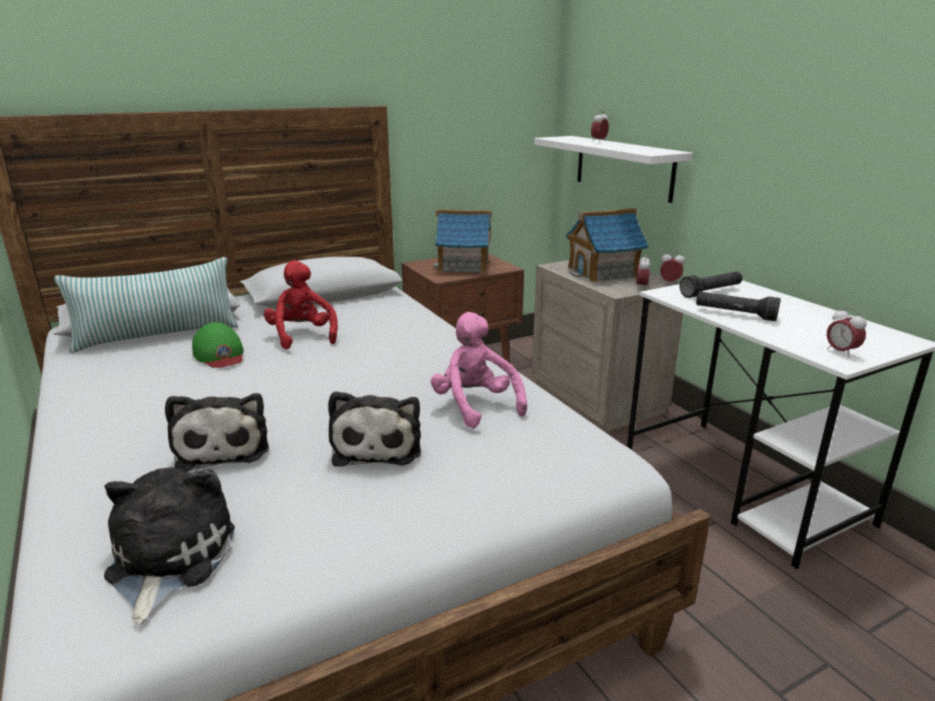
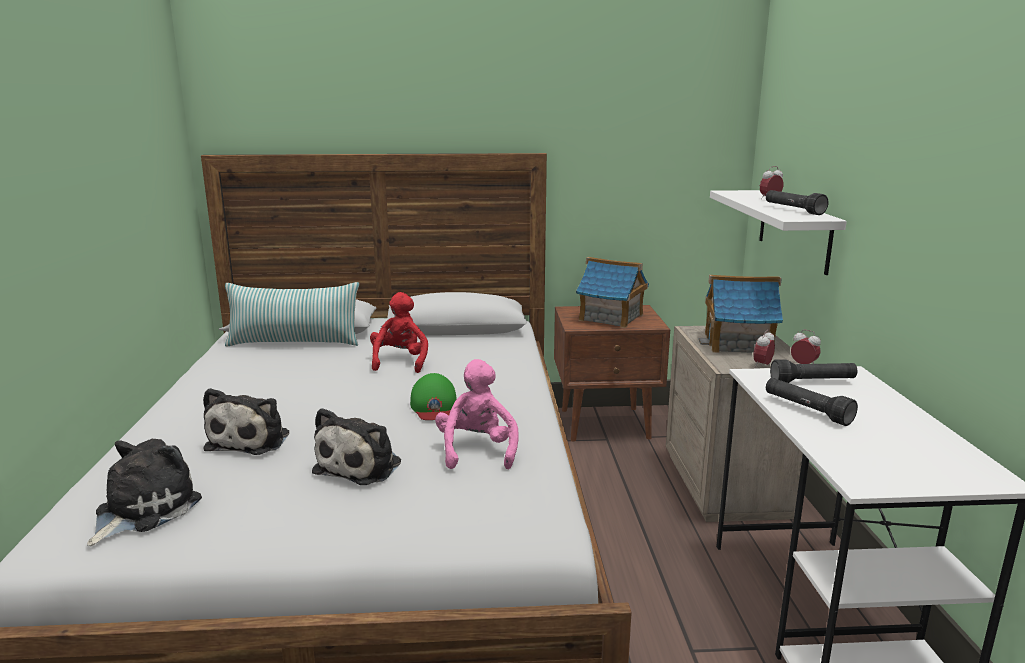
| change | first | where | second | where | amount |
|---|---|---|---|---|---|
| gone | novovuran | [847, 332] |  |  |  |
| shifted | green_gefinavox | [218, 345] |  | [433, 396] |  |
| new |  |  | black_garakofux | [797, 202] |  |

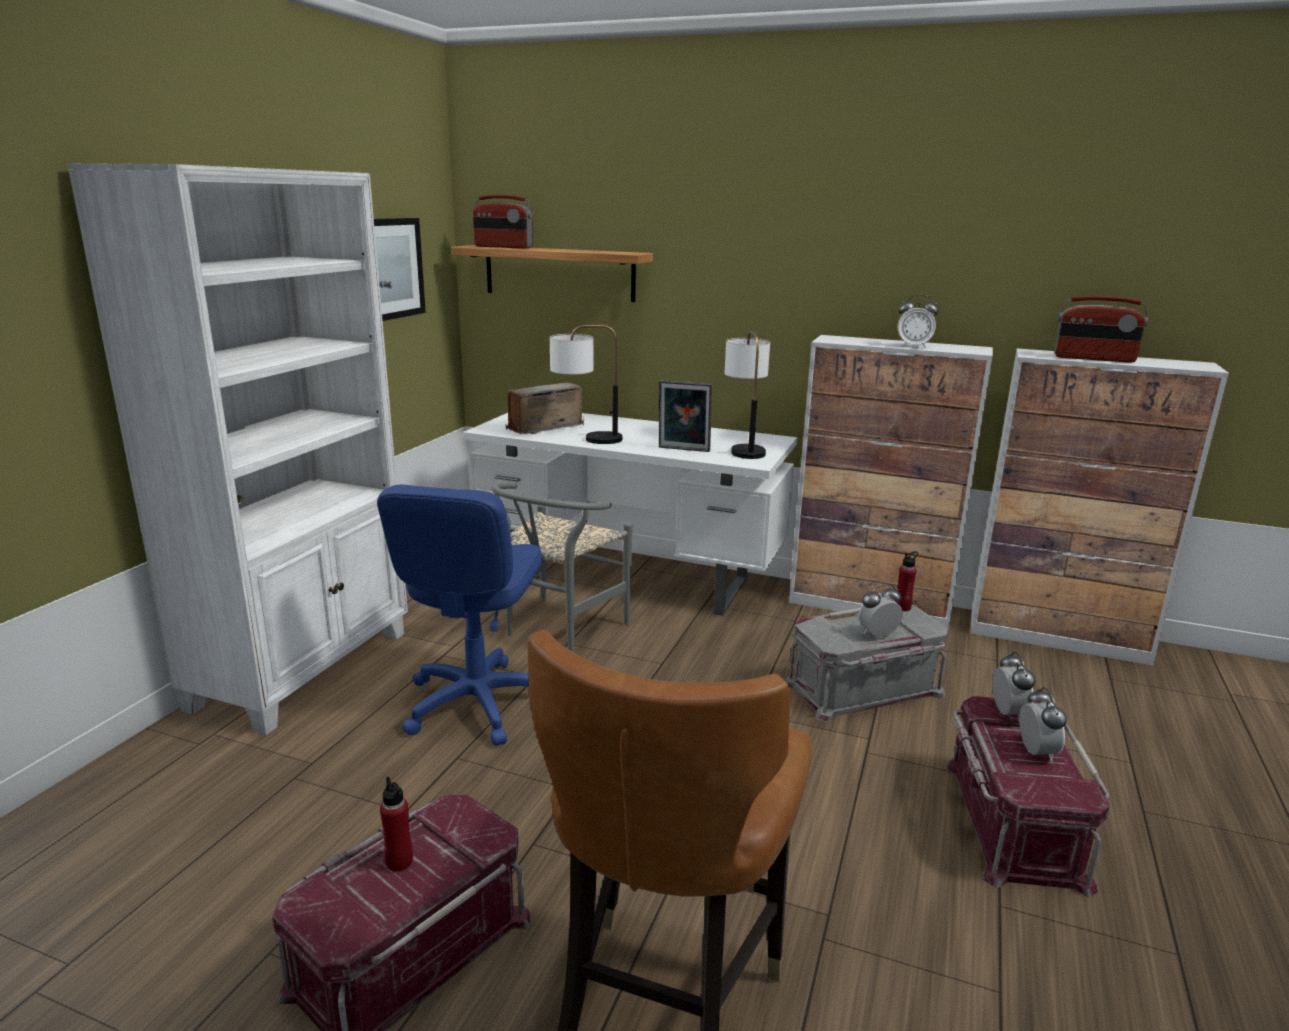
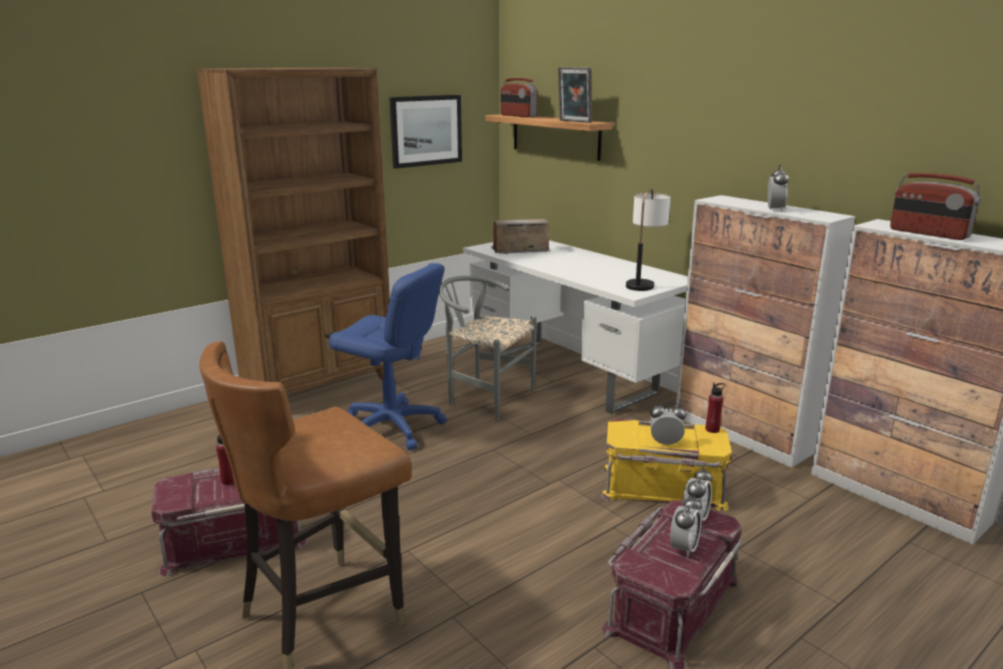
| change | first | where | second | where | amount |
|---|---|---|---|---|---|
| repainted | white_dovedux | [237, 449] | brown_dovedux | [295, 231] |  |
| rotated | novovuran | [918, 321] |  | [778, 188] | 120 degrees counterclockwise |
| gone | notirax | [586, 384] |  |  |  |
| shifted | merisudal | [685, 416] |  | [575, 95] |  |
| rotated | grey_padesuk | [561, 567] |  | [488, 349] | 60 degrees clockwise |
| rotated | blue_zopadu | [460, 615] |  | [388, 356] | 105 degrees counterclockwise |
| repainted | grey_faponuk | [866, 664] | yellow_faponuk | [666, 465] |  |

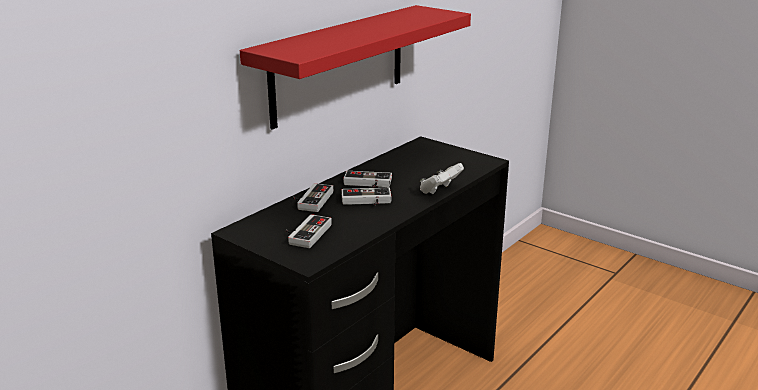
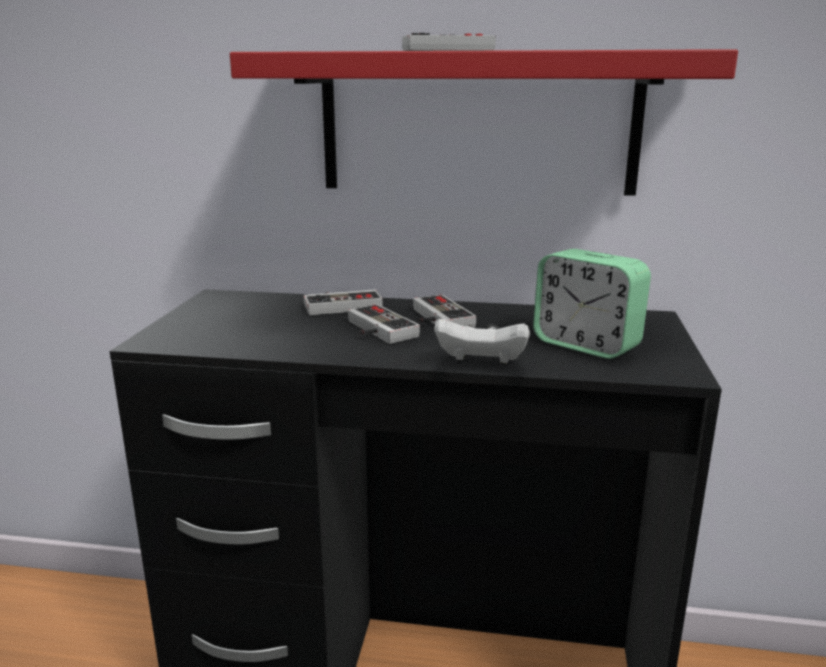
| change | first | where | second | where | amount |
|---|---|---|---|---|---|
| shifted | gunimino | [309, 231] |  | [449, 42] |  |
| new |  |  | novovuran | [592, 304] |  |

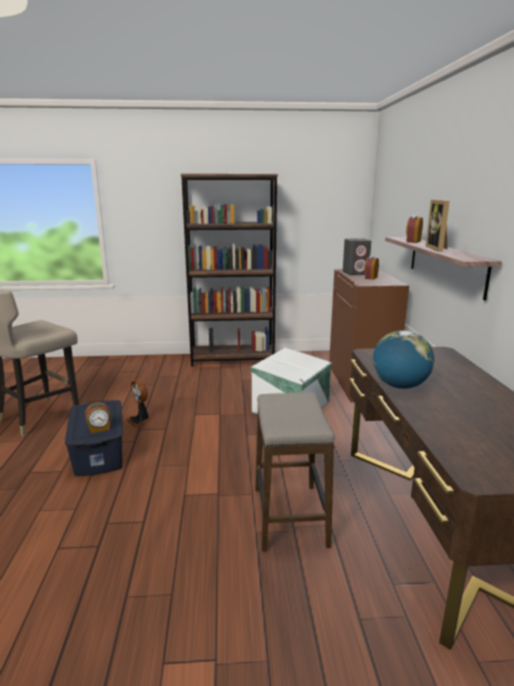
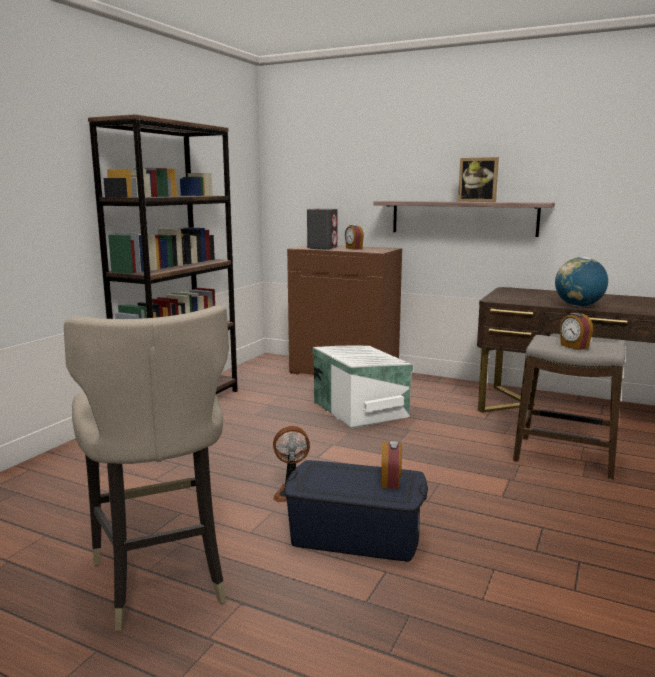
| change | first | where | second | where | amount |
|---|---|---|---|---|---|
| shifted | novovuran | [414, 229] |  | [576, 331] |  |

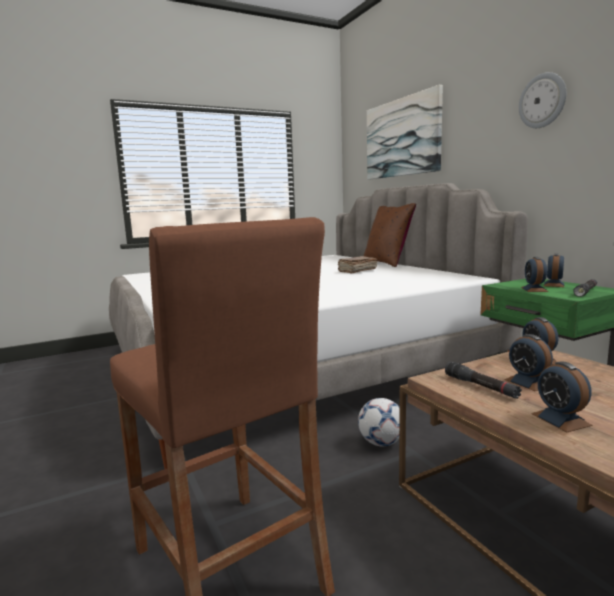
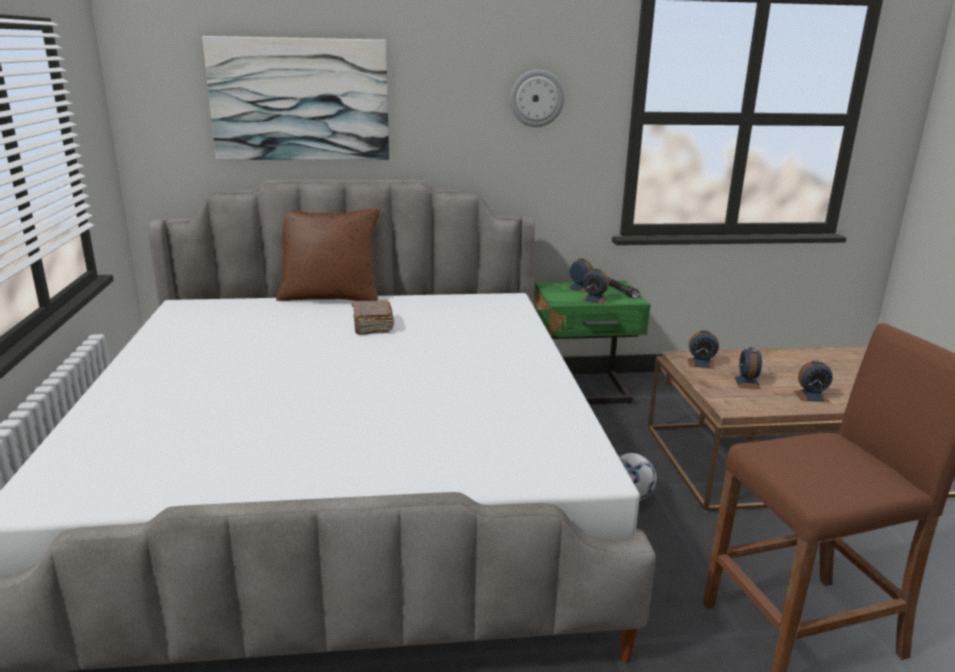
| change | first | where | second | where | amount |
|---|---|---|---|---|---|
| rotated | novovuran | [529, 362] |  | [748, 368] | 105 degrees clockwise |
| gone | black_garakofux | [483, 380] |  |  |  |

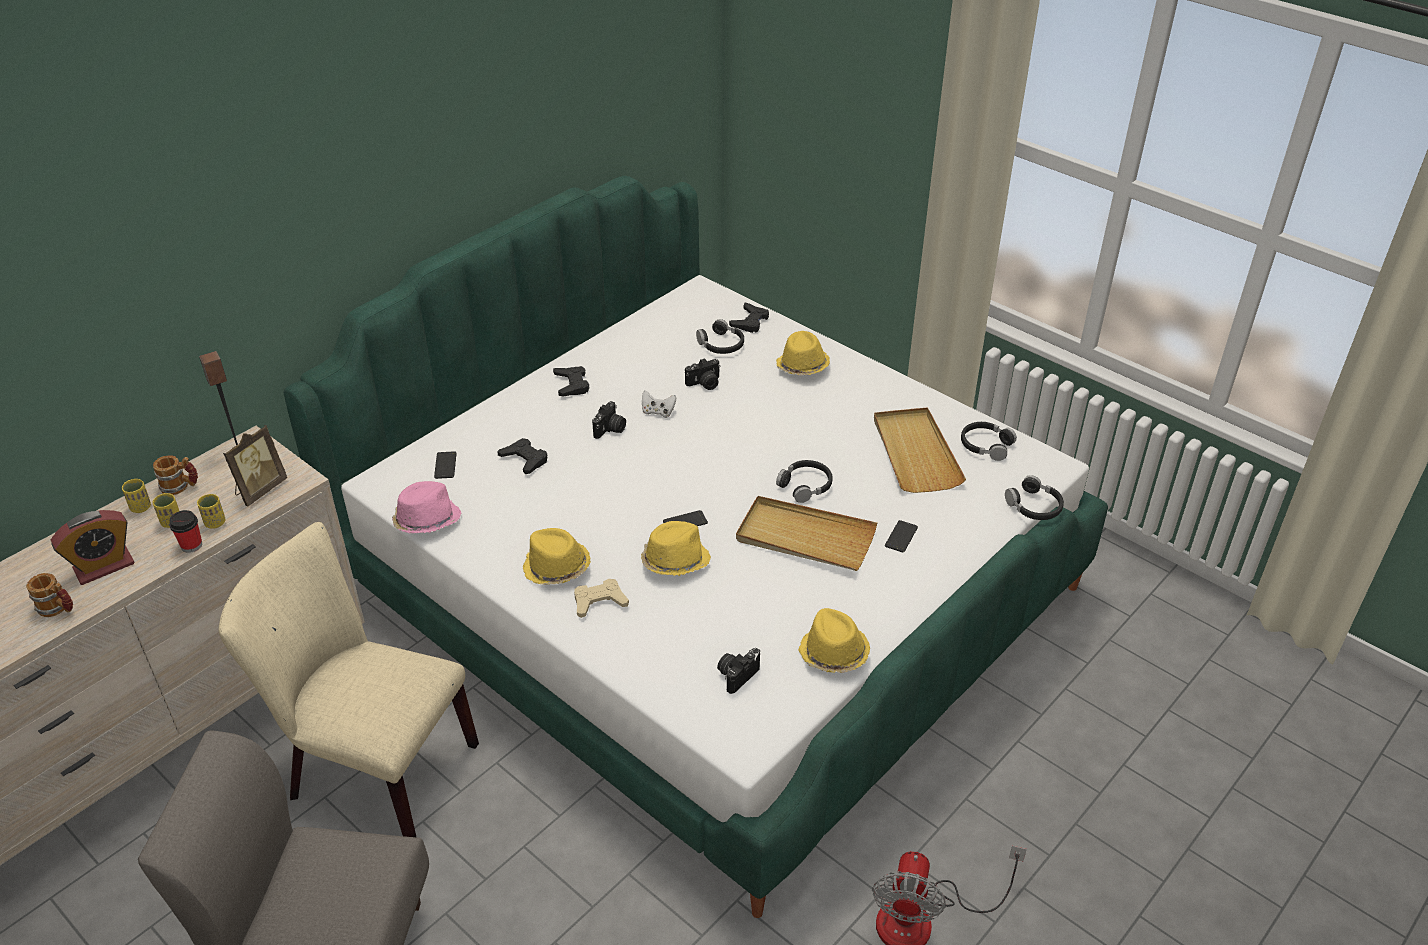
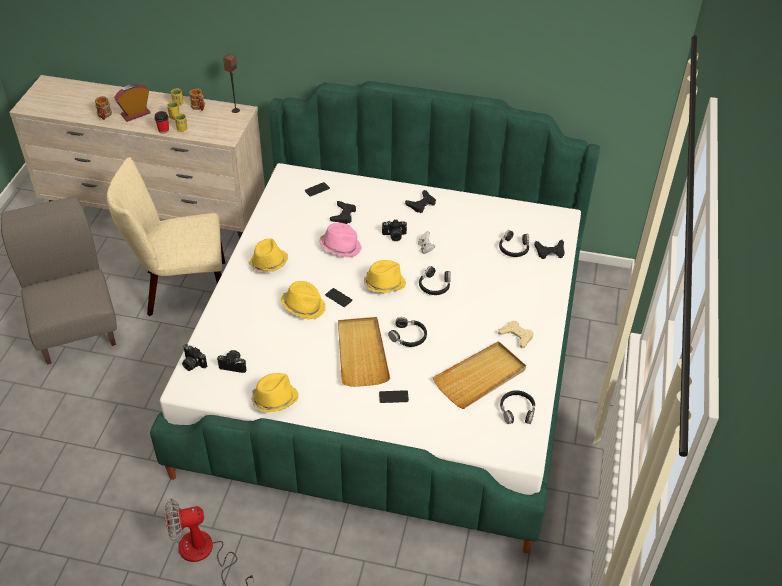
| change | first | where | second | where | amount |
|---|---|---|---|---|---|
| shifted | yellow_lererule | [803, 353] |  | [385, 276] |  |
| shifted | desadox | [702, 374] |  | [194, 357] |  |
| gone | merisudal | [255, 465] |  |  |  |
| shifted | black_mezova | [1034, 497] |  | [435, 280] |  |
| shifted | pink_lererule | [426, 507] |  | [340, 240] |  |
| rotated | novovuran | [93, 547] |  | [132, 103] | 120 degrees clockwise |
| rotated | beige_padesuk | [349, 679] |  | [166, 236] | 90 degrees counterclockwise |
| shifted | beige_gunimino | [601, 598] |  | [516, 335] |  |

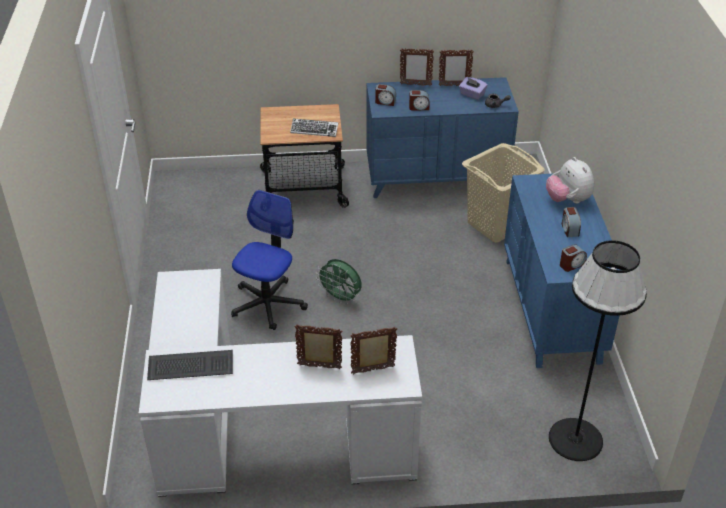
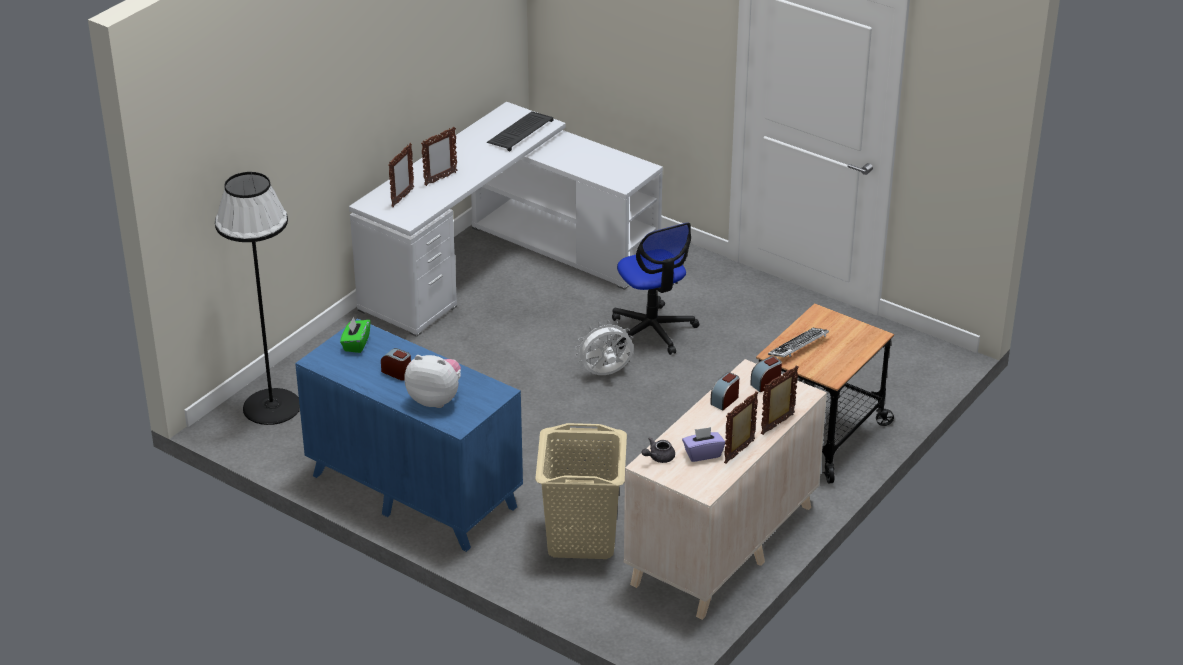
| change | first | where | second | where | amount |
|---|---|---|---|---|---|
| repainted | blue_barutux | [442, 137] | beige_barutux | [725, 489] |  |
| swapped | novovuran | [573, 258] | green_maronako | [355, 335] |  |
| repainted | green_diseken | [339, 281] | white_diseken | [604, 347] |  |

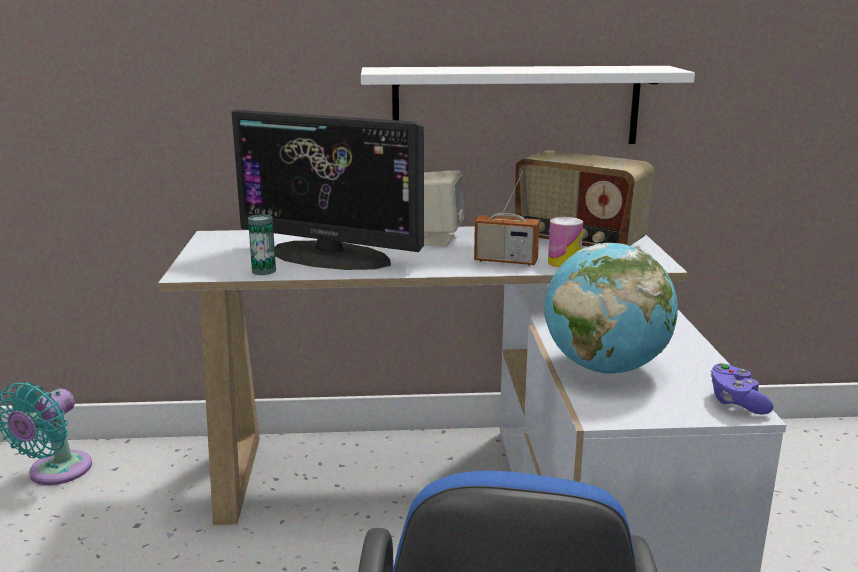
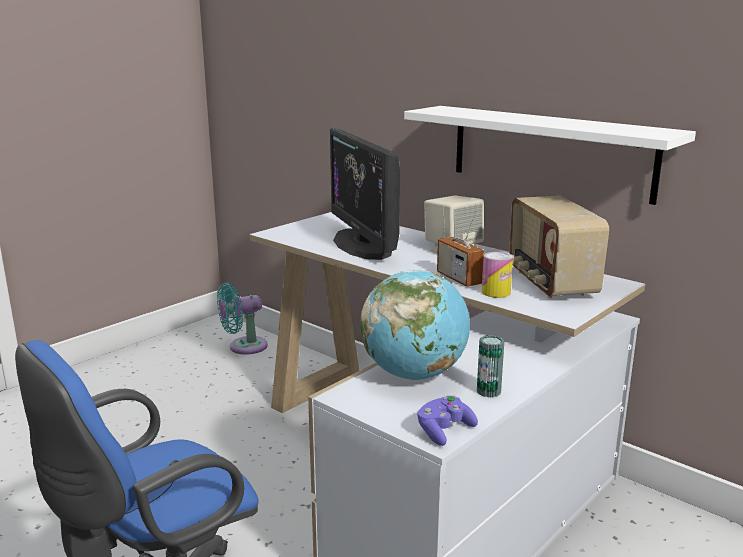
| change | first | where | second | where | amount |
|---|---|---|---|---|---|
| shifted | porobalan | [262, 244] |  | [490, 366] |  |

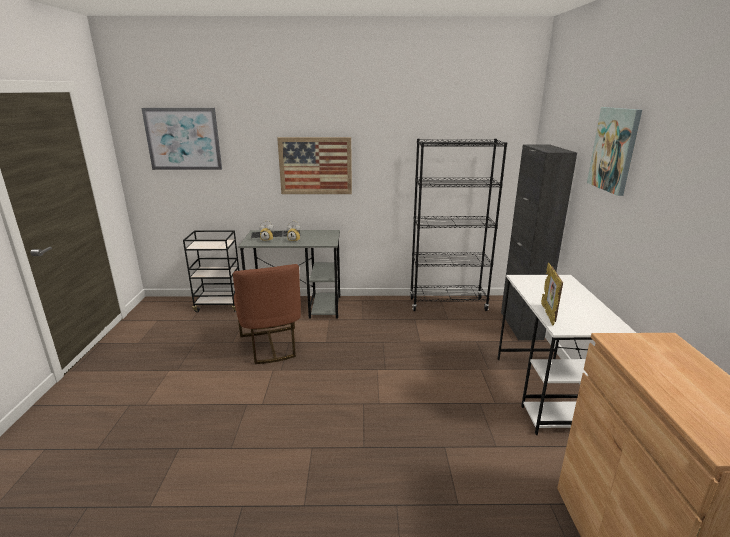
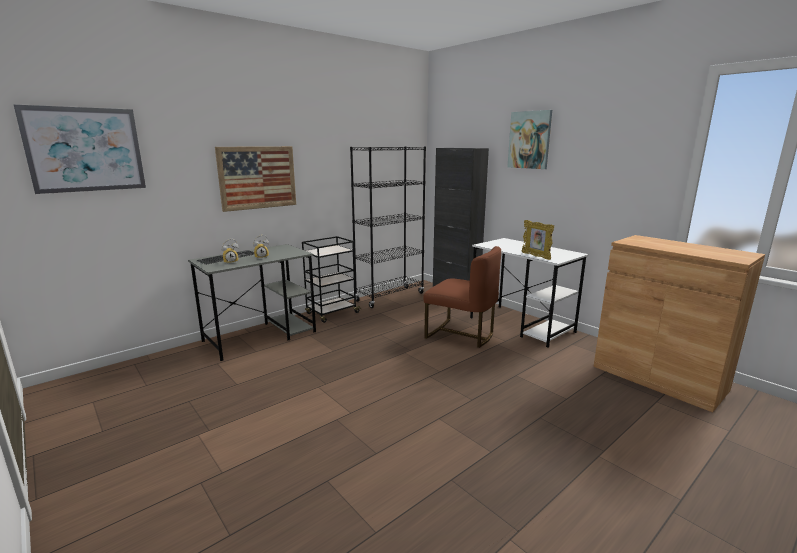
| change | first | where | second | where | amount |
|---|---|---|---|---|---|
| shifted | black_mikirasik | [211, 271] |  | [331, 279] |  |
| shifted | brown_padesuk | [267, 314] |  | [462, 297] |  |

